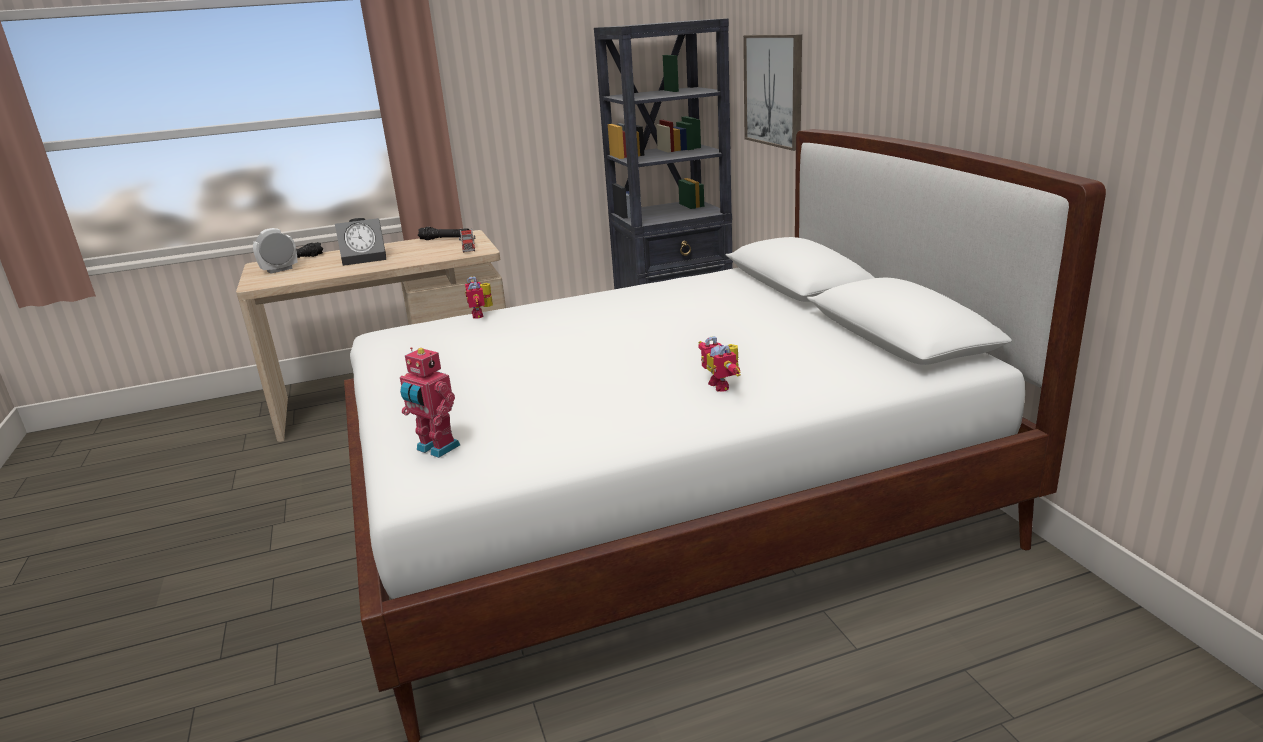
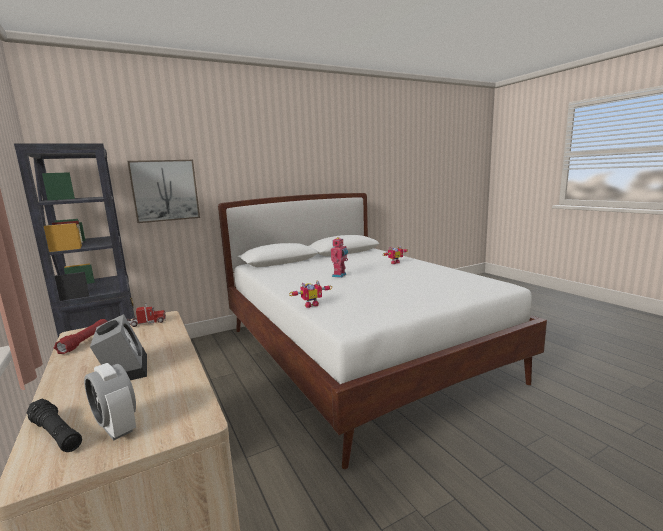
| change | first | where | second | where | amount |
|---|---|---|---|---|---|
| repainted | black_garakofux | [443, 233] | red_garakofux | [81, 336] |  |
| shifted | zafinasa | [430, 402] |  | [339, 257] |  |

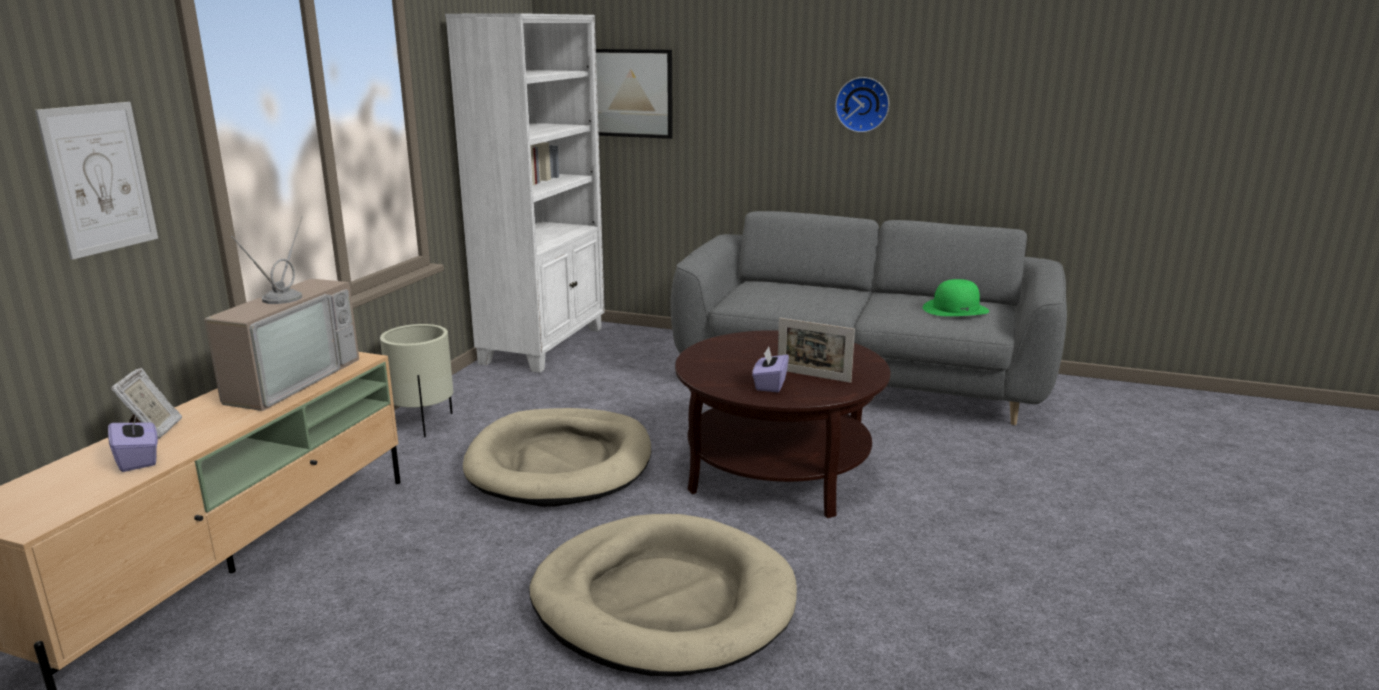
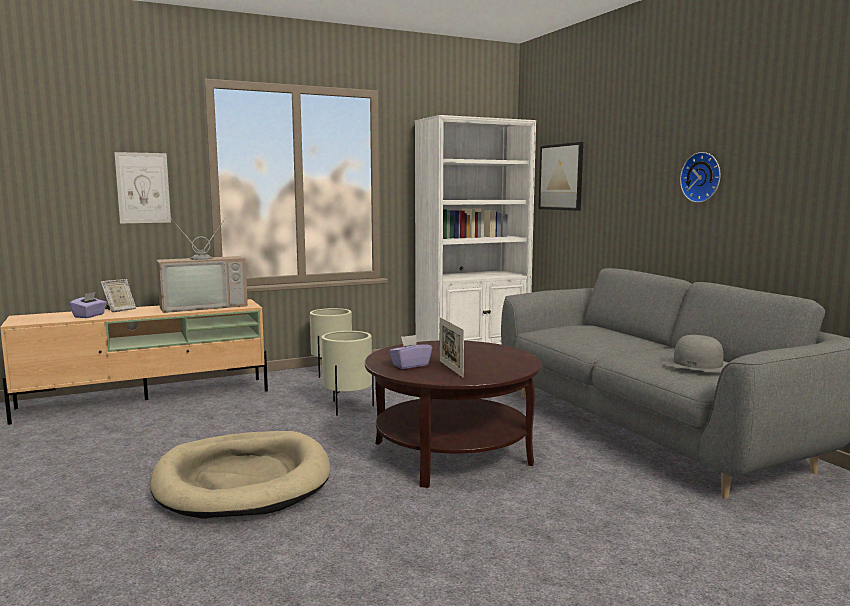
| change | first | where | second | where | amount |
|---|---|---|---|---|---|
| repainted | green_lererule | [956, 297] | grey_lererule | [695, 354] |  |
| swapped | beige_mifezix | [557, 457] | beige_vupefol | [348, 373] |  |

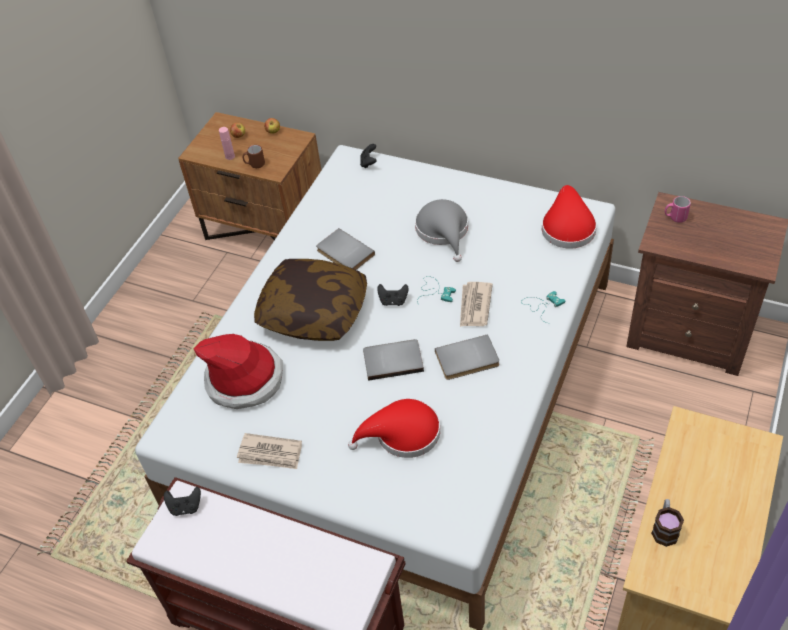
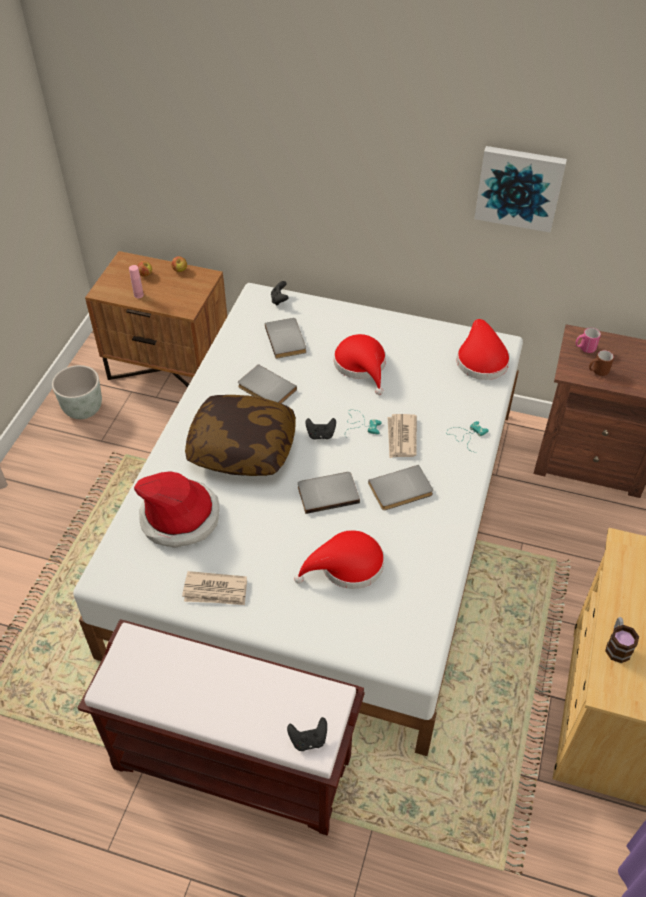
| change | first | where | second | where | amount |
|---|---|---|---|---|---|
| shifted | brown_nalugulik | [254, 156] |  | [601, 363] |  |
| repainted | grey_lererule | [441, 230] | red_lererule | [360, 364] |  |
| shifted | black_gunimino | [182, 501] |  | [307, 734] |  |
| new |  |  | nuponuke | [520, 189] |  |
| new |  |  | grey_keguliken | [285, 338] |  |
| new |  |  | grey_vupefol | [77, 392] |  |

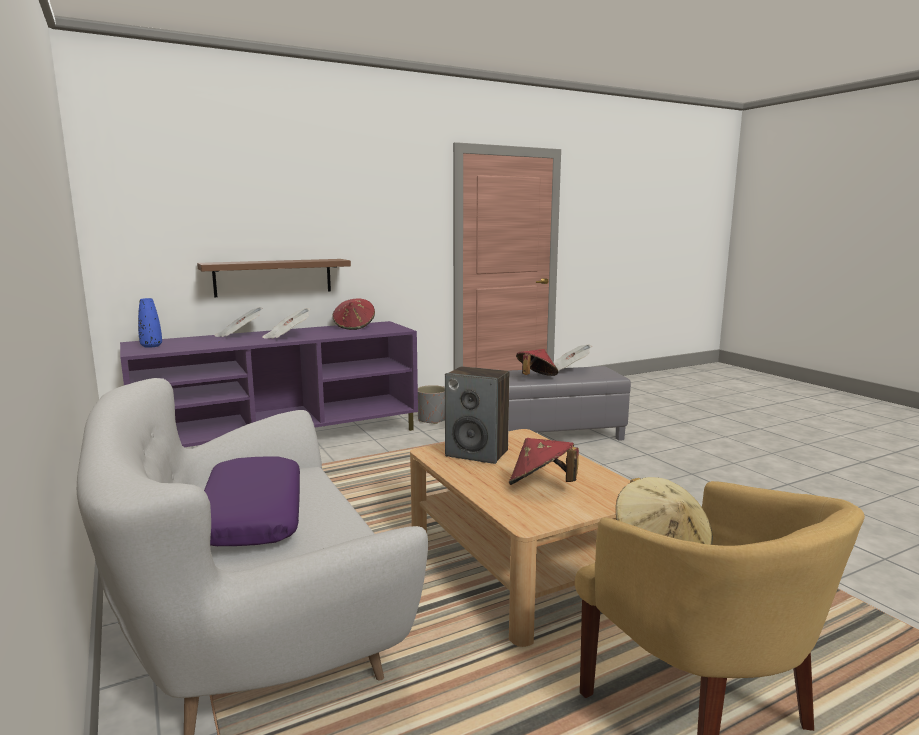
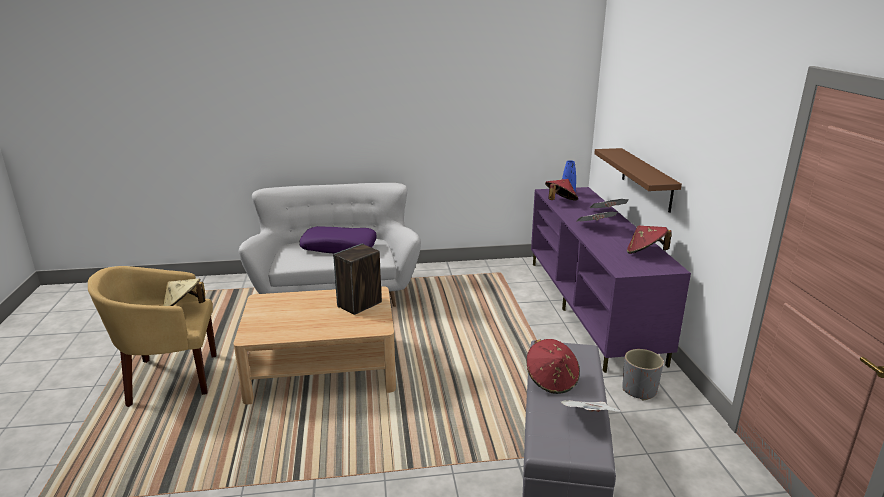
| change | first | where | second | where | amount |
|---|---|---|---|---|---|
| shifted | red_lererule | [544, 461] |  | [561, 190] |  |

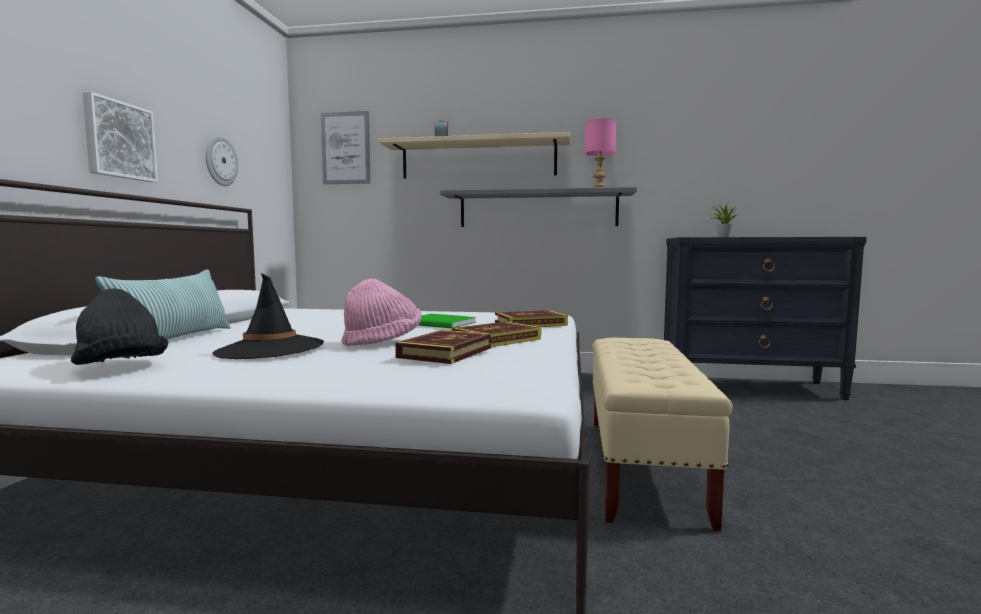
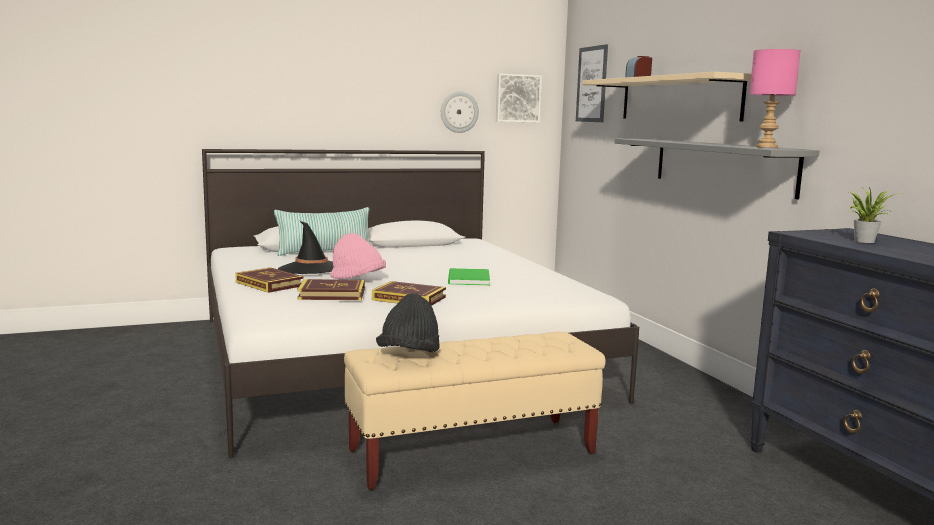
| change | first | where | second | where | amount |
|---|---|---|---|---|---|
| shifted | nuponuke | [120, 137] |  | [519, 98] |  |
| shifted | black_lererule | [119, 326] |  | [408, 322] |  |
| shifted | keguliken | [531, 318] |  | [269, 280] |  |

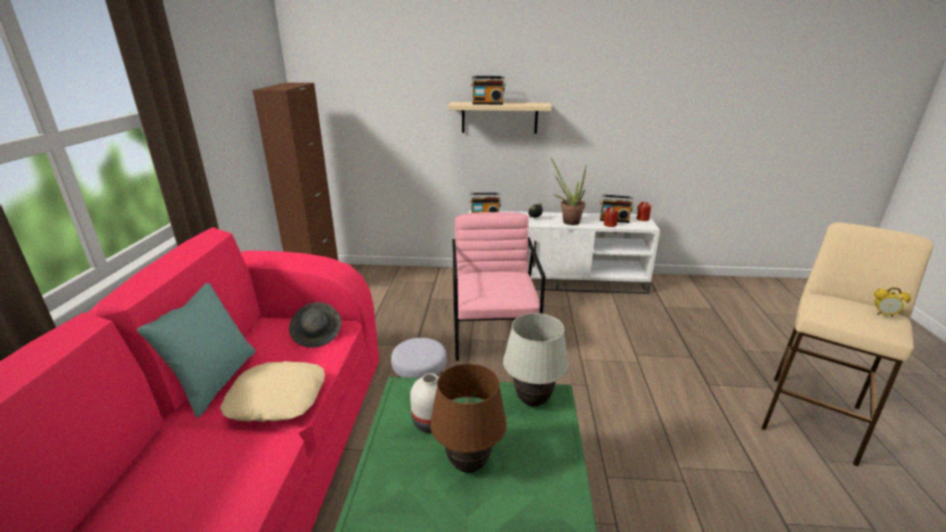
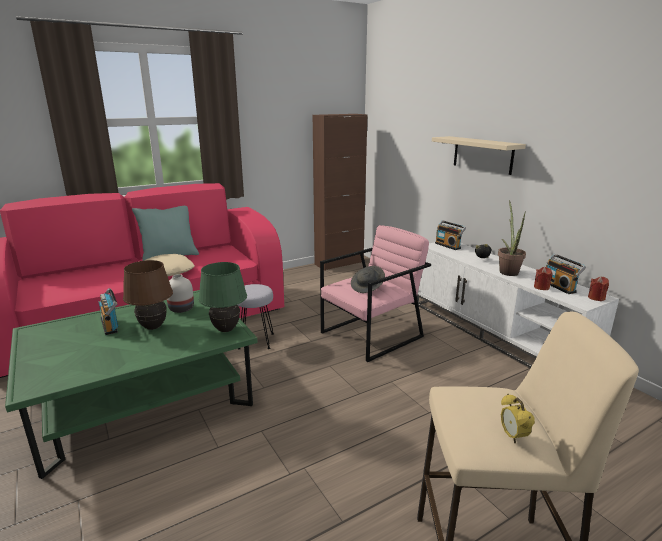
| change | first | where | second | where | amount |
|---|---|---|---|---|---|
| shifted | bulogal | [488, 90] |  | [108, 311] |  |
| shifted | grey_lererule | [315, 325] |  | [368, 279] |  |
| repainted | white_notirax | [536, 360] | green_notirax | [223, 297] |  |

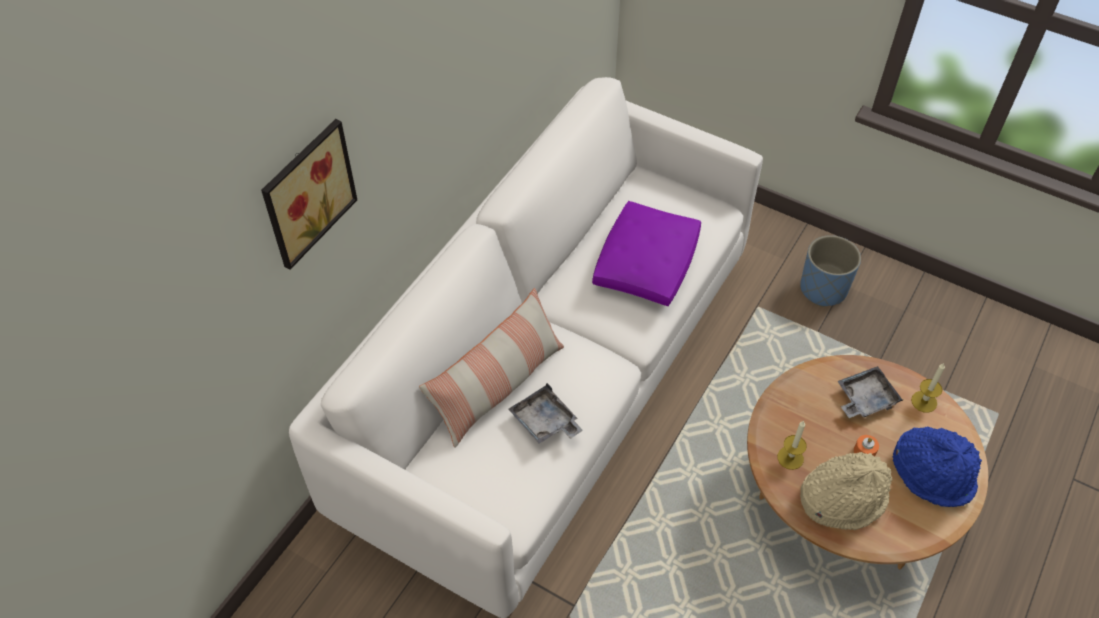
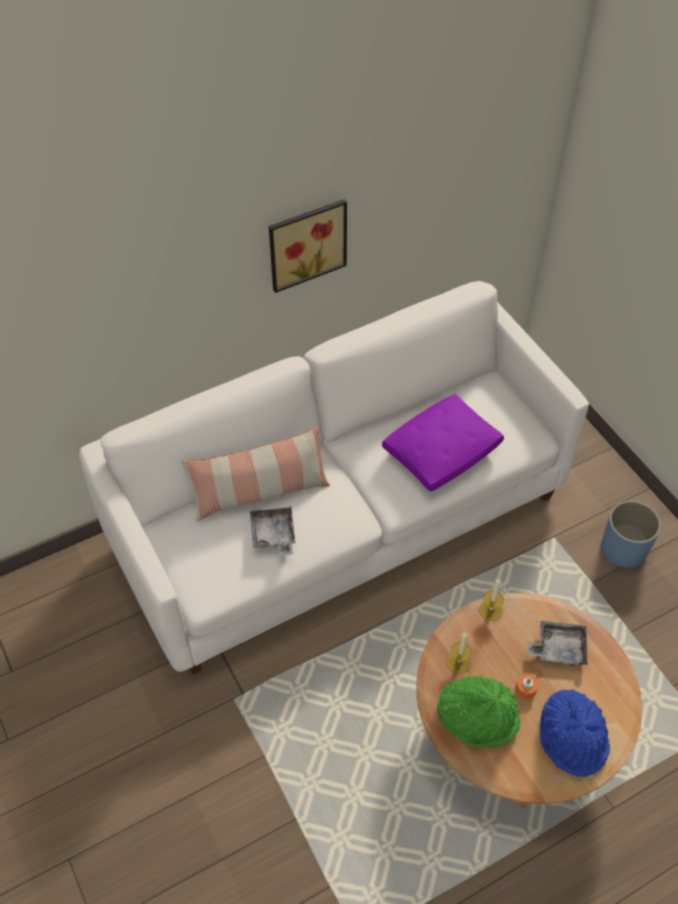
| change | first | where | second | where | amount |
|---|---|---|---|---|---|
| shifted | nuponuke | [309, 194] |  | [308, 246] |  |
| shifted | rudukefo | [928, 388] |  | [491, 599] |  |
| repainted | beige_lererule | [846, 491] | green_lererule | [478, 712] |  |

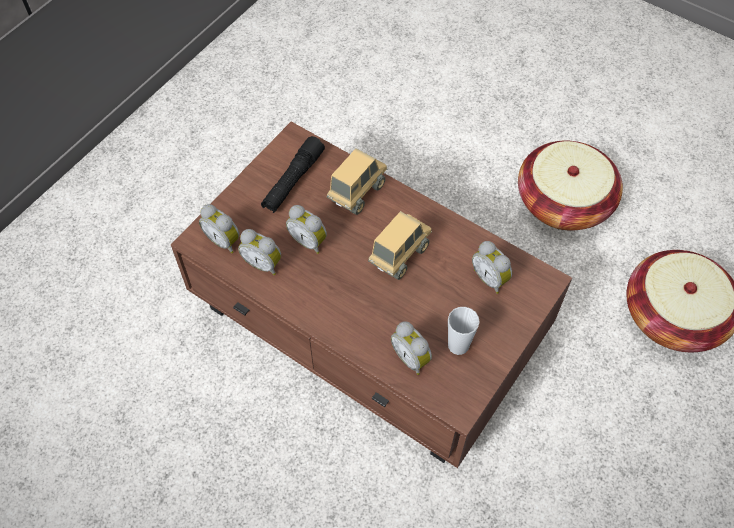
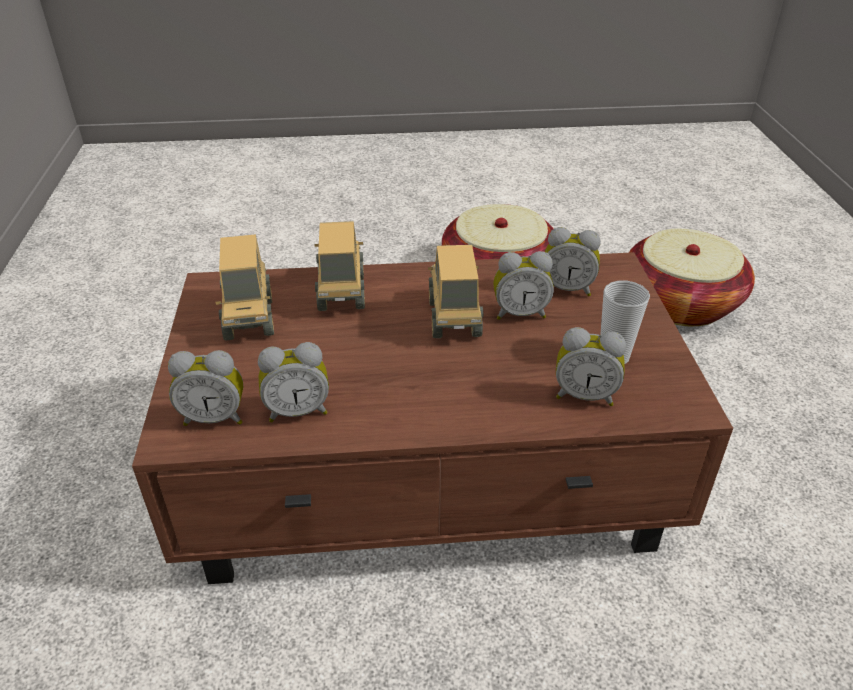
| change | first | where | second | where | amount |
|---|---|---|---|---|---|
| swapped | black_garakofux | [293, 174] | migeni | [245, 287] |  |
| shifted | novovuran | [306, 229] |  | [523, 285] |  |

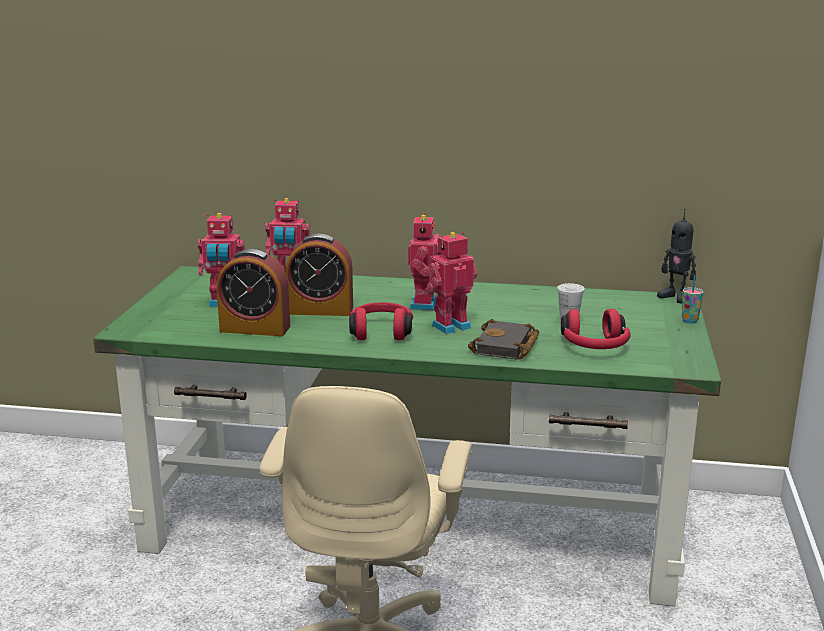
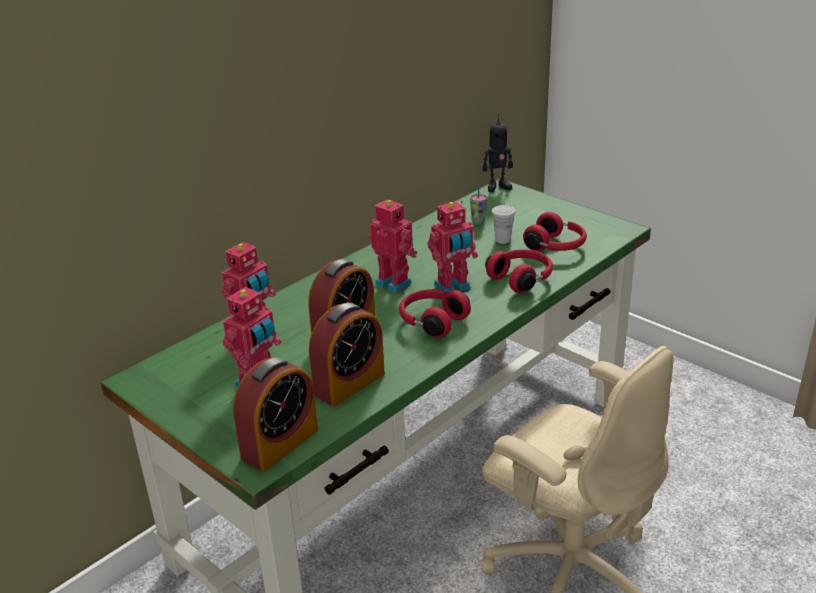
| change | first | where | second | where | amount |
|---|---|---|---|---|---|
| rotated | zafinasa | [451, 283] |  | [452, 246] | 120 degrees counterclockwise |
| shifted | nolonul | [692, 299] |  | [478, 204] |  |
| swapped | black_keguliken | [503, 339] | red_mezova | [519, 271] |  |
| new |  |  | novovuran | [275, 414] |  |

